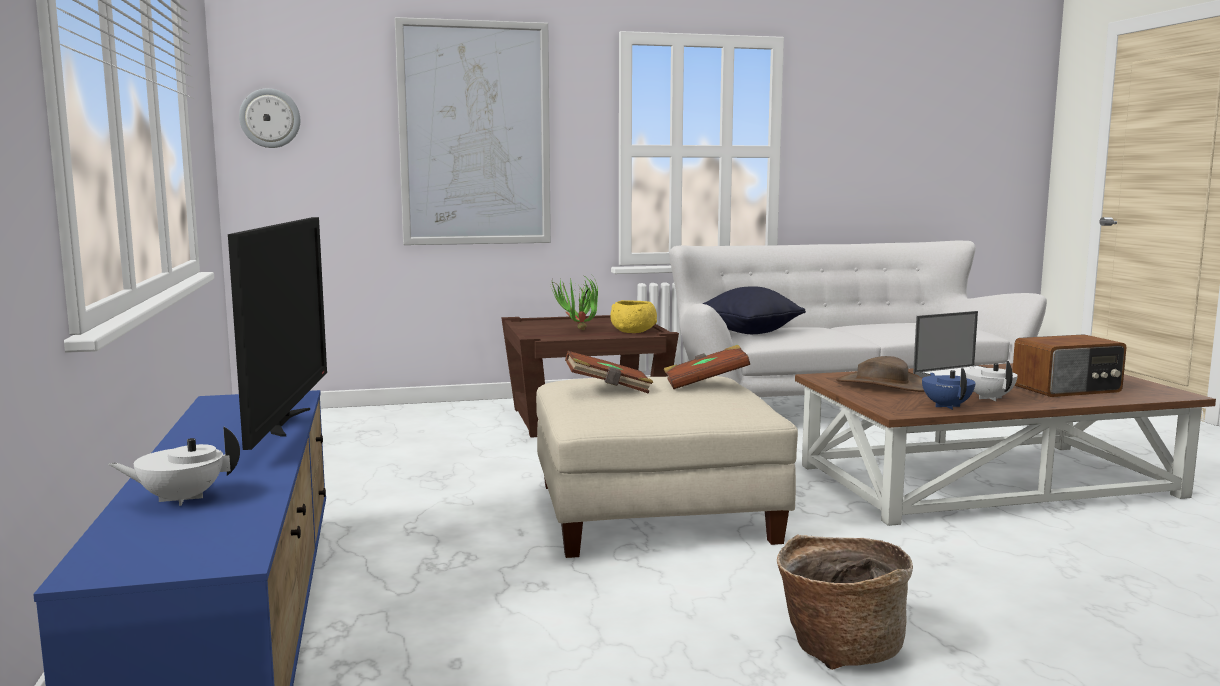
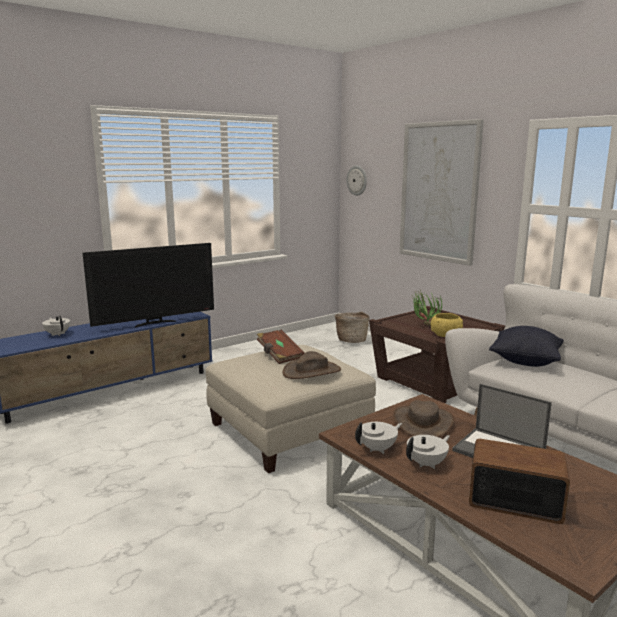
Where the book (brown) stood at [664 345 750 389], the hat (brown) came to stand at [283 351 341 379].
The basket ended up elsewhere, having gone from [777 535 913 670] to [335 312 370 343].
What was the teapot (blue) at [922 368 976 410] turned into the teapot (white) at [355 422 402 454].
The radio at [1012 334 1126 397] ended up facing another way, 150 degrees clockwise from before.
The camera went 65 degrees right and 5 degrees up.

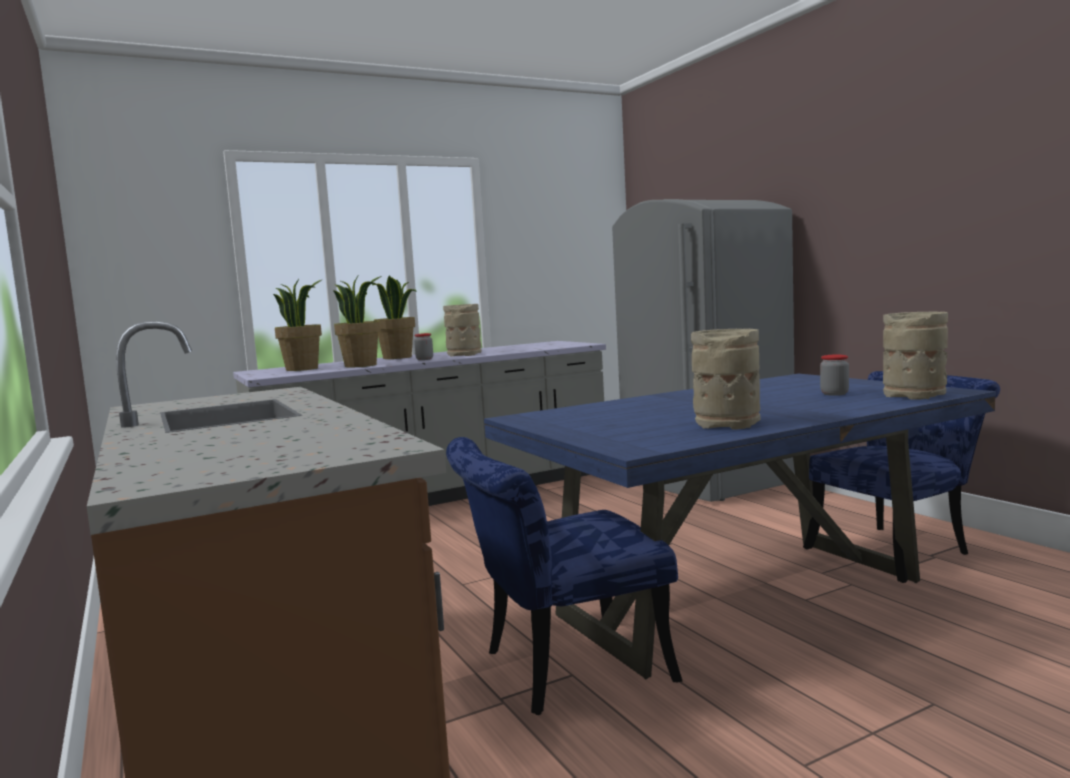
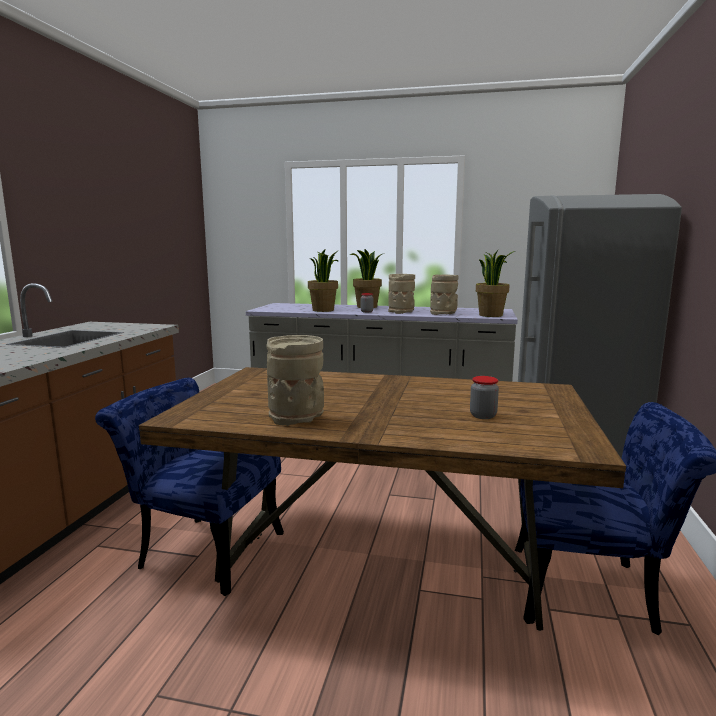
The potted plant ended up elsewhere, having gone from [273 279 322 371] to [476 249 515 317].
What was the dining table (blue) at [484 374 996 679] turned into the dining table (brown) at [139 367 626 631].
The vase (beige) ended up elsewhere, having gone from [883 312 948 400] to [430 275 459 315].
The camera went 40 degrees right and 5 degrees up.

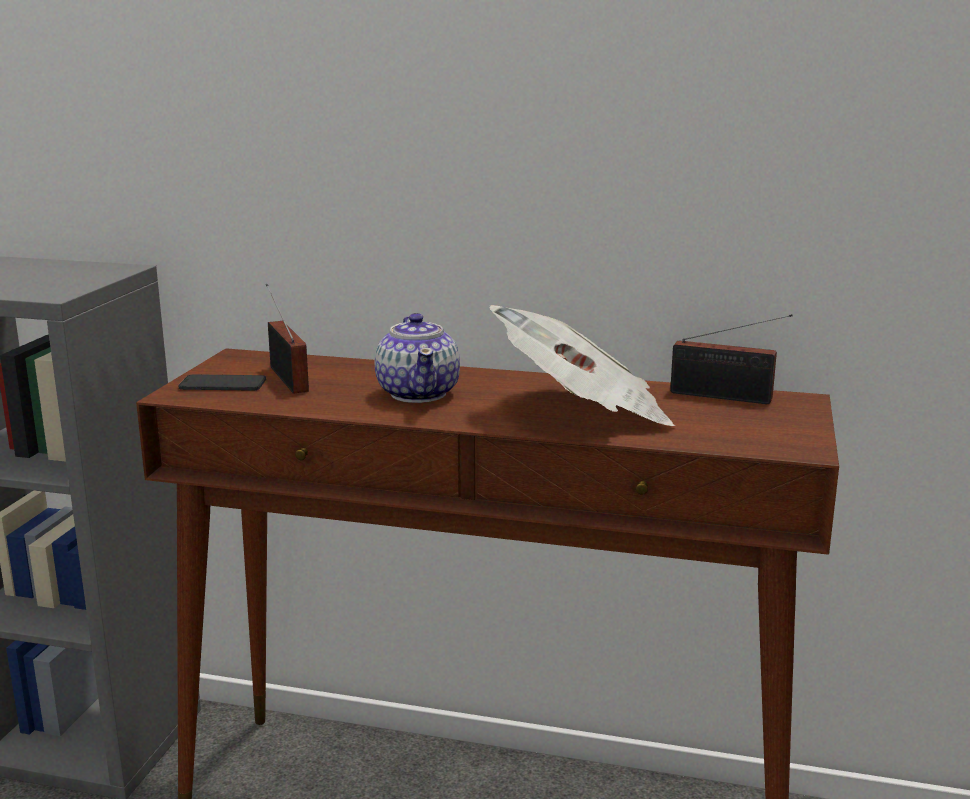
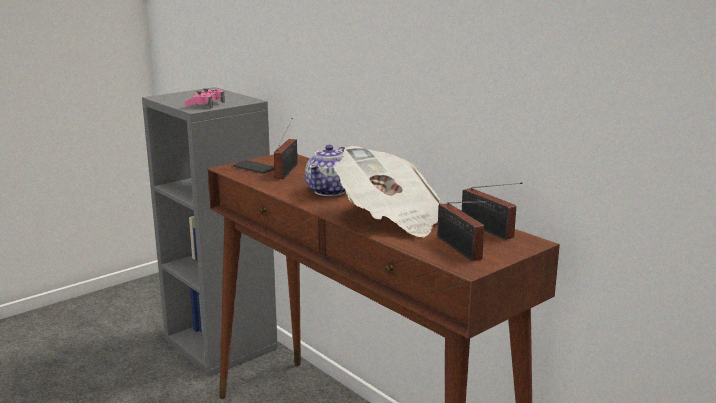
The second view gained the game controller (pink) at [185 88 225 108].
The second view gained the radio at [437 201 488 261].
The camera went 35 degrees right and 0 degrees up.

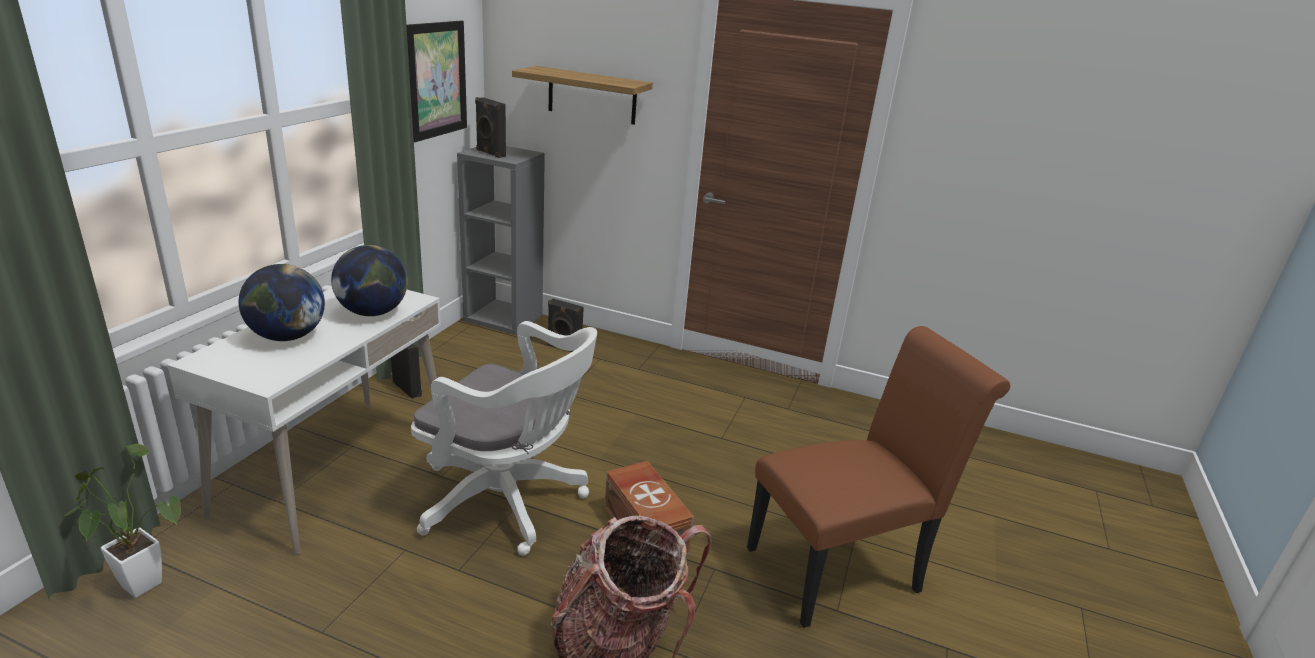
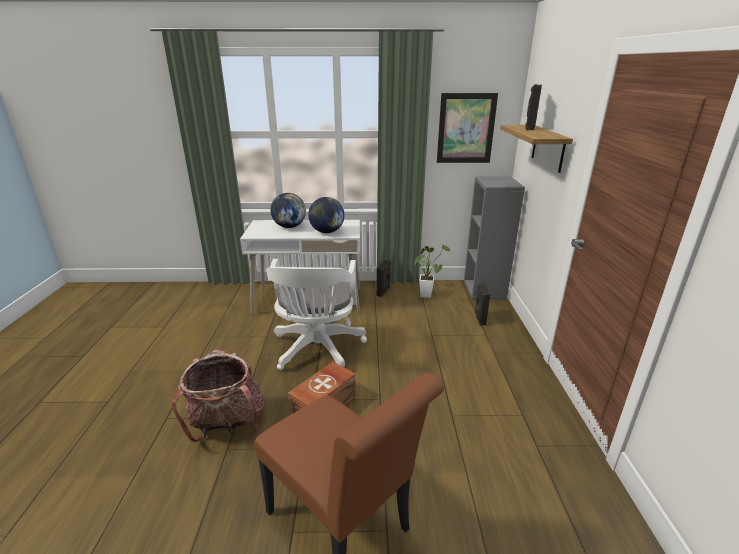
The potted plant ended up elsewhere, having gone from [63 444 181 598] to [414 244 450 298].
The speaker (black) ended up elsewhere, having gone from [475 97 506 158] to [525 84 542 130].
The camera went 70 degrees right and 0 degrees up.

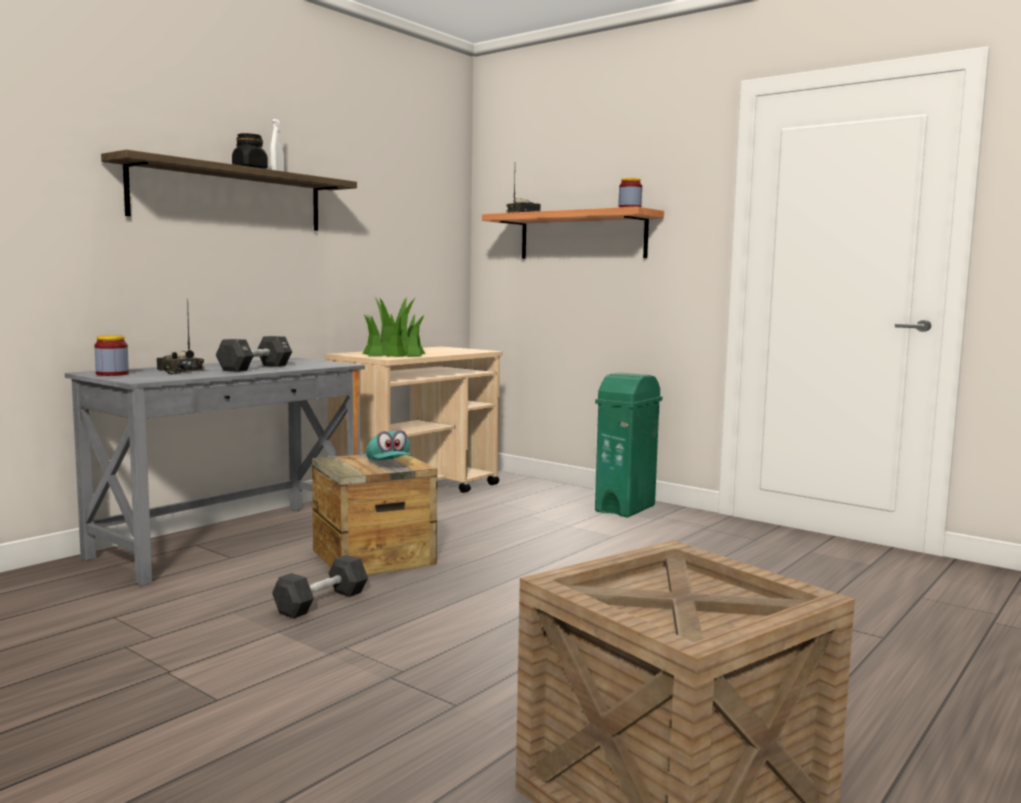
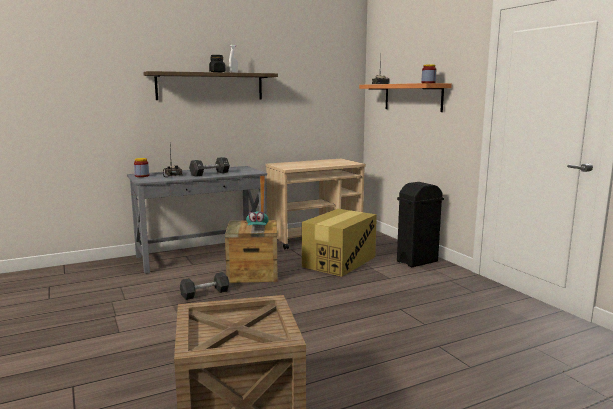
The second view lost the potted plant at [362 297 425 357].
What was the trash can (green) at [595 373 662 518] turned into the trash can (black) at [397 182 444 267].
The second view gained the cardboard box at [302 209 377 277].
The camera went 25 degrees right and 5 degrees up.

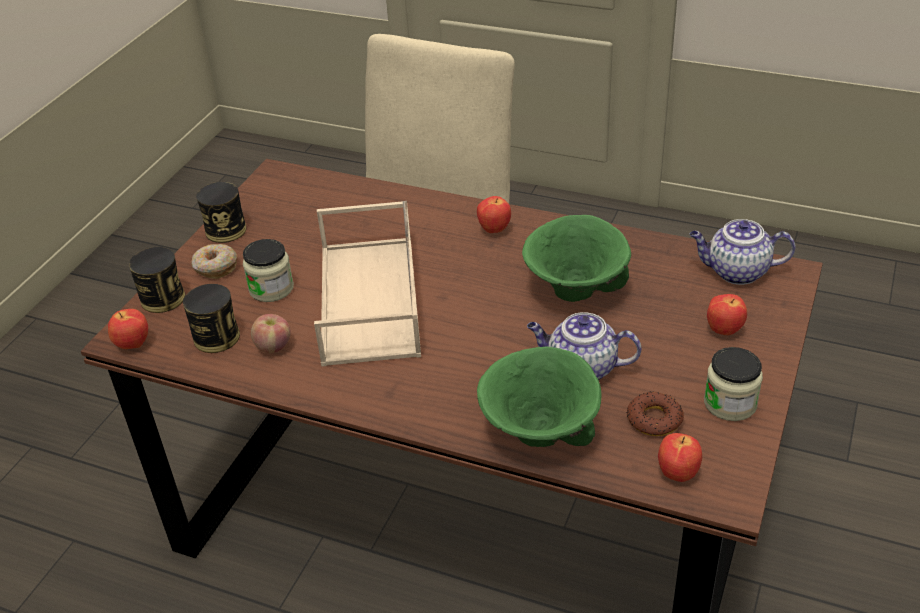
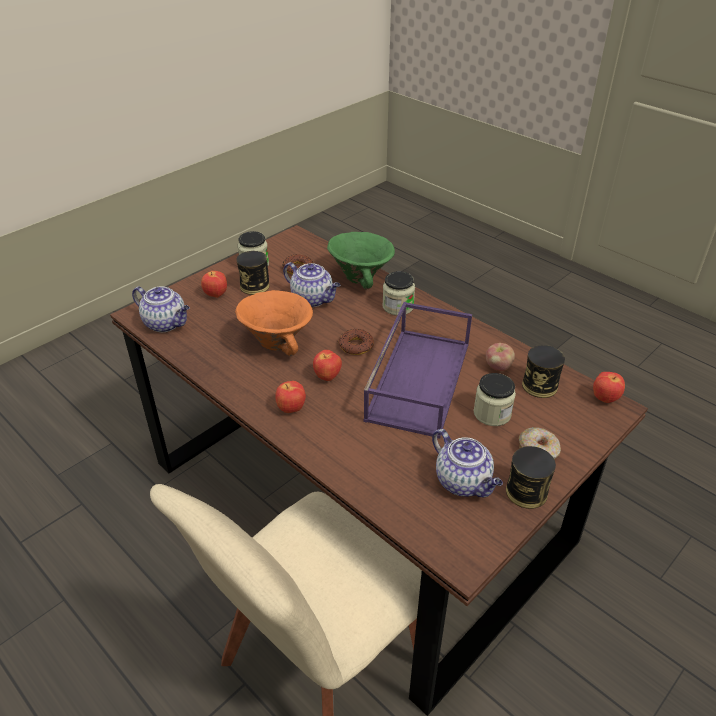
The can ended up elsewhere, having gone from [129 247 185 313] to [236 251 270 295].
What was the tray (beige) at [314 201 421 367] turned into the tray (purple) at [364 302 472 439].
What was the bowl (green) at [522 215 631 302] turned into the bowl (orange) at [235 290 313 356].
The apple ended up elsewhere, having gone from [658 433 702 482] to [313 350 342 381].
The second view gained the donut at [338 329 374 355].
The second view gained the jar at [382 271 415 316].
The second view gained the teapot at [432 429 503 497].
The camera went 160 degrees left and 0 degrees up.

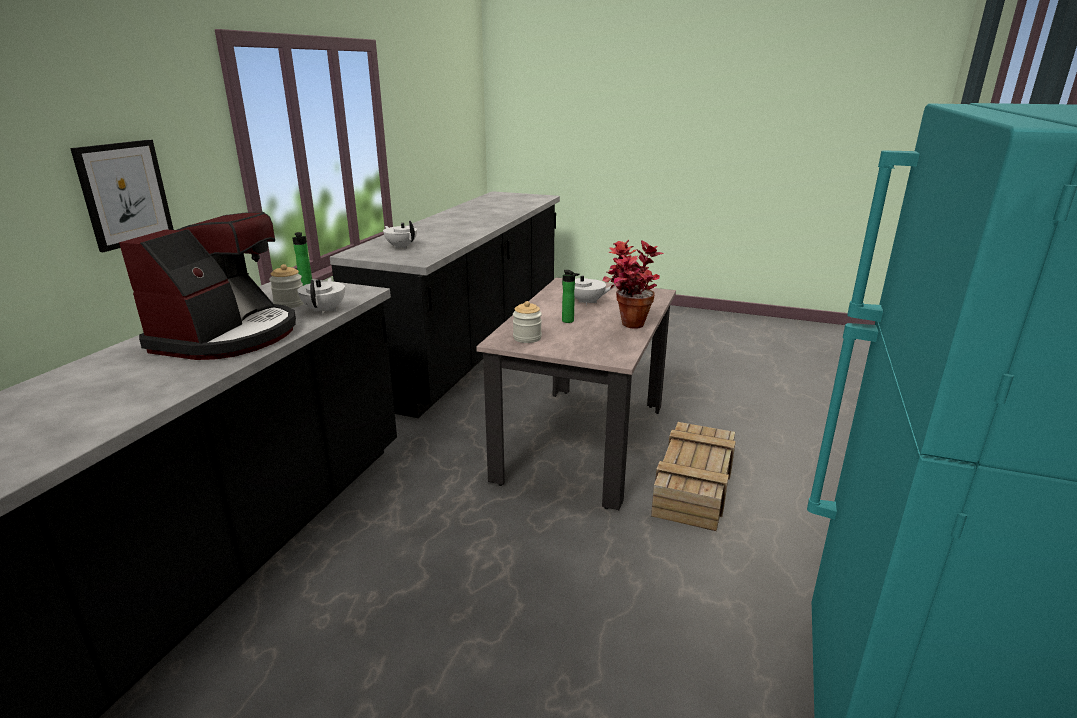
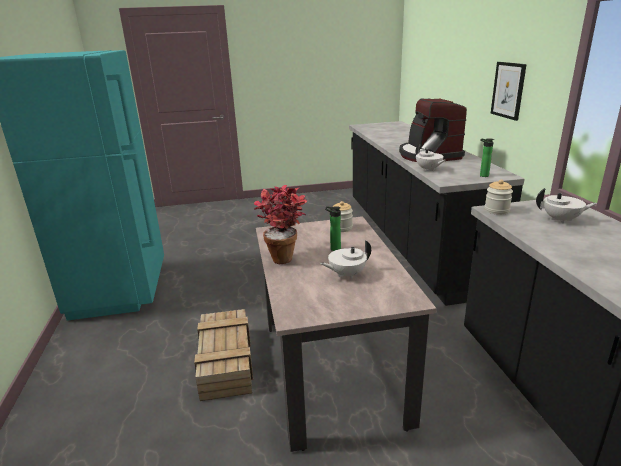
The jar ended up elsewhere, having gone from [269 264 304 308] to [485 180 513 215].
The camera went 150 degrees right and 0 degrees up.

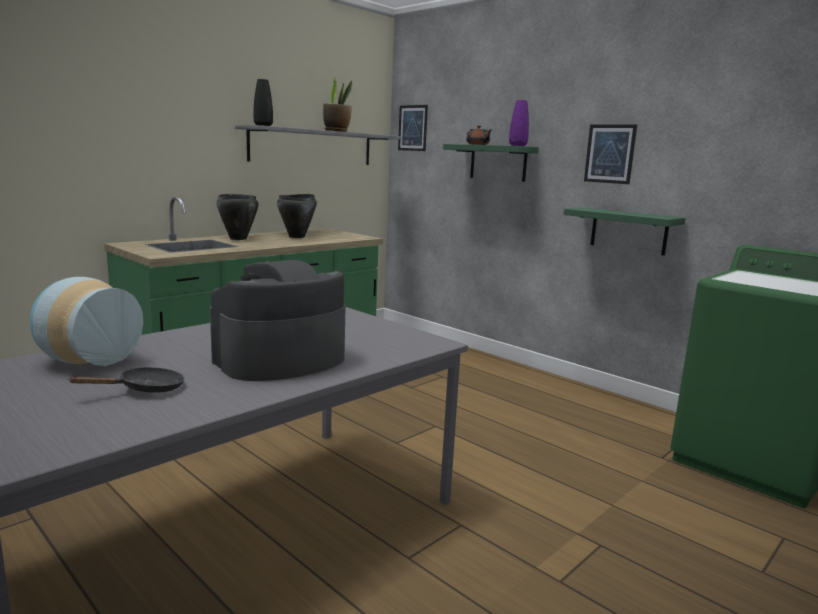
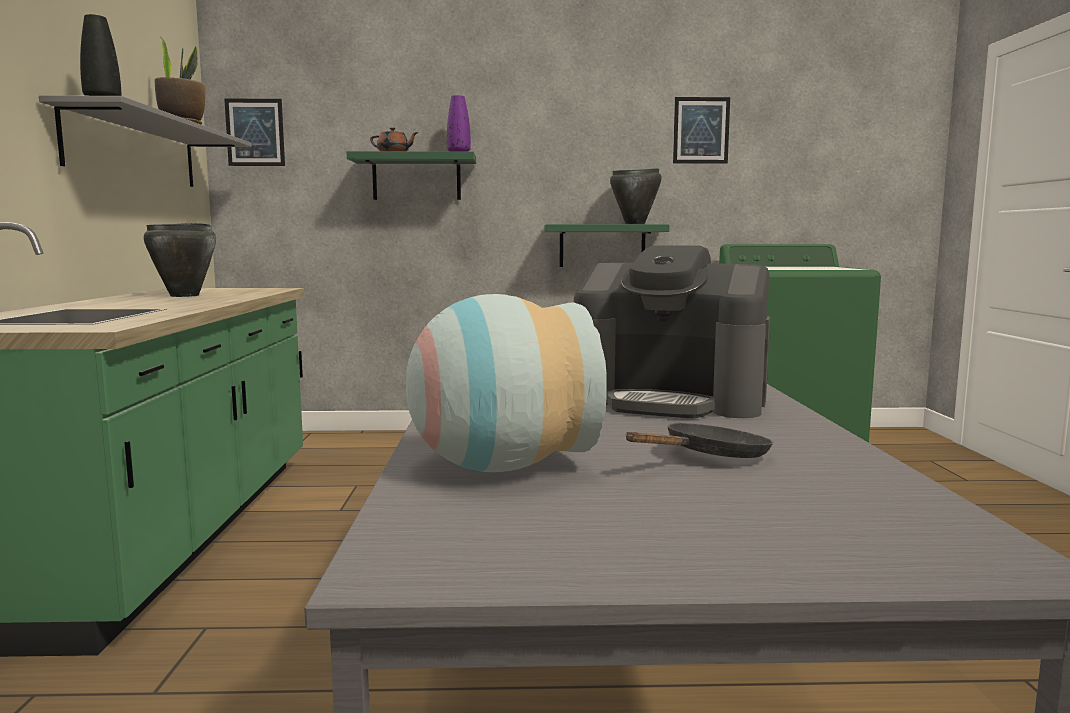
The frying pan (black) at [68 367 185 393] ended up facing another way, 45 degrees clockwise from before.
The coffee machine at [210 260 346 381] ended up facing another way, 75 degrees counterclockwise from before.
The cooking pot (black) ended up elsewhere, having gone from [216 194 259 240] to [610 169 662 224].
The picture ended up elsewhere, having gone from [584 124 637 184] to [673 97 730 164].
The camera went 45 degrees left and 5 degrees down.

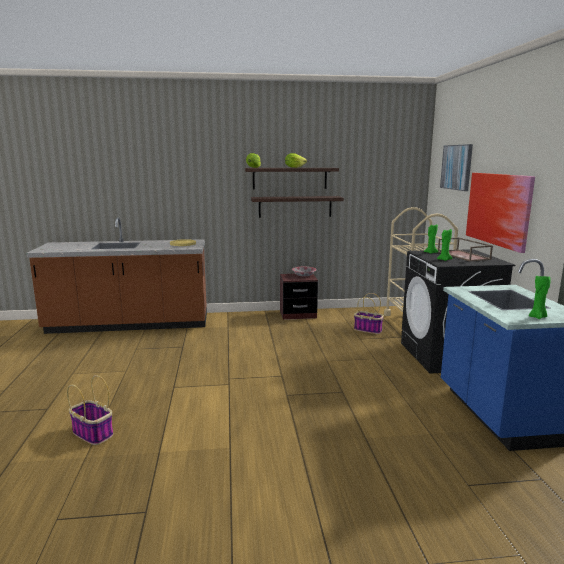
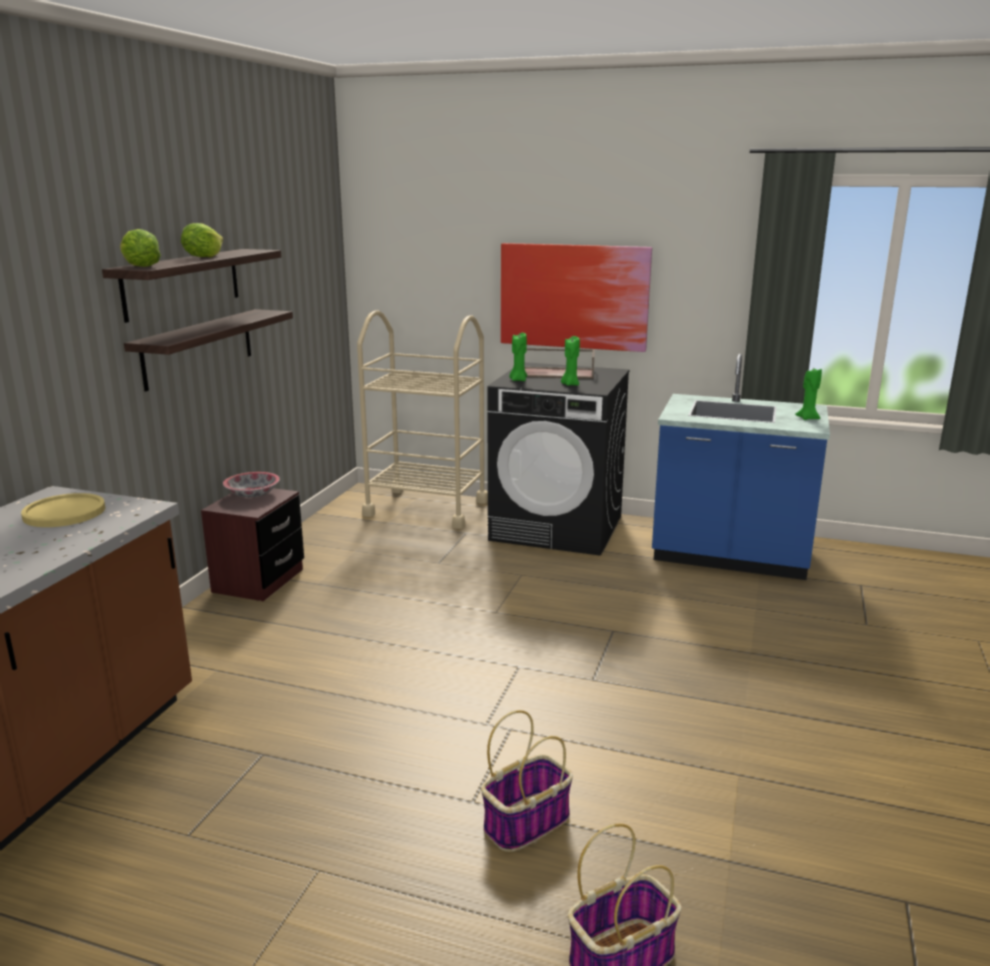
The basket ended up elsewhere, having gone from [354 293 384 334] to [481 710 573 852].
The second view lost the picture at [440 144 473 191].
The camera went 65 degrees left and 5 degrees up.

